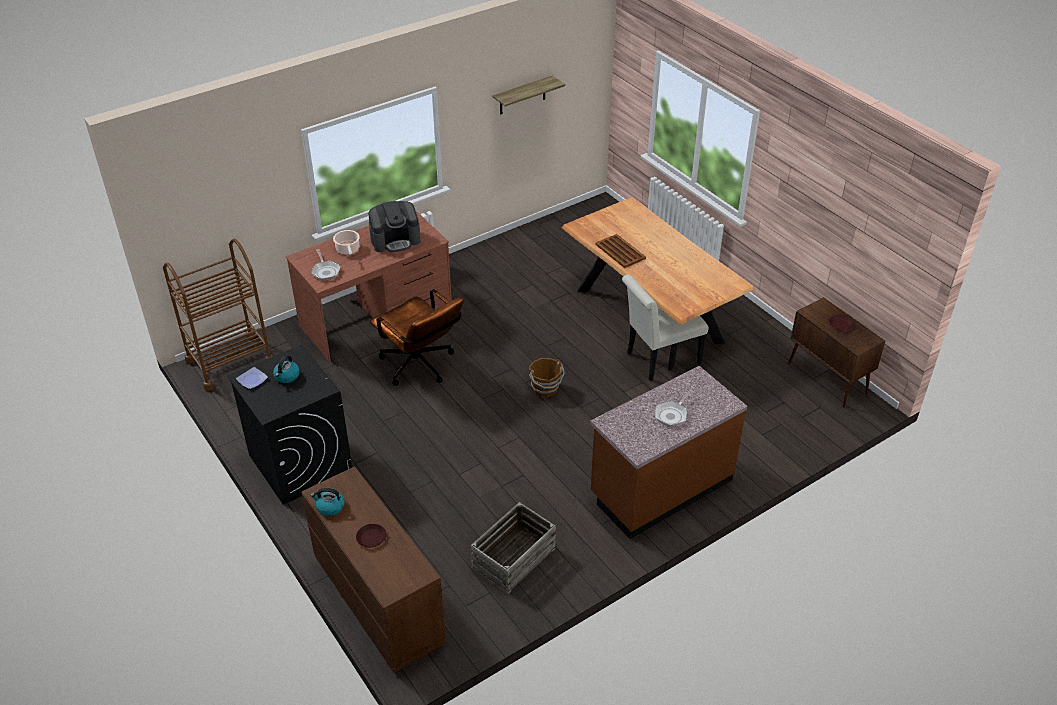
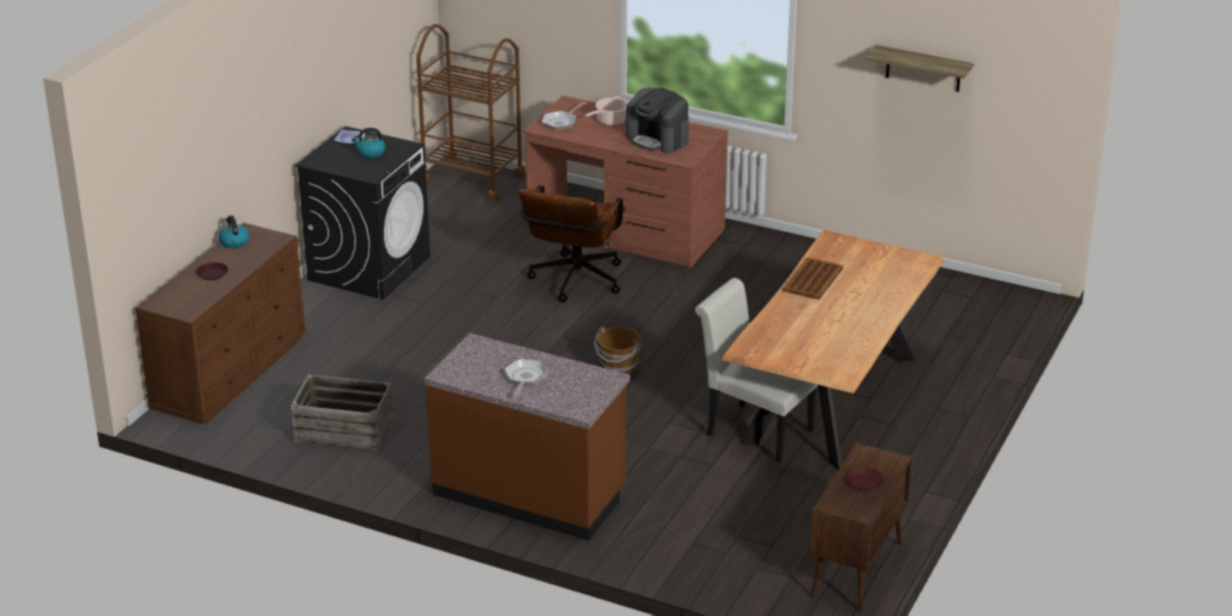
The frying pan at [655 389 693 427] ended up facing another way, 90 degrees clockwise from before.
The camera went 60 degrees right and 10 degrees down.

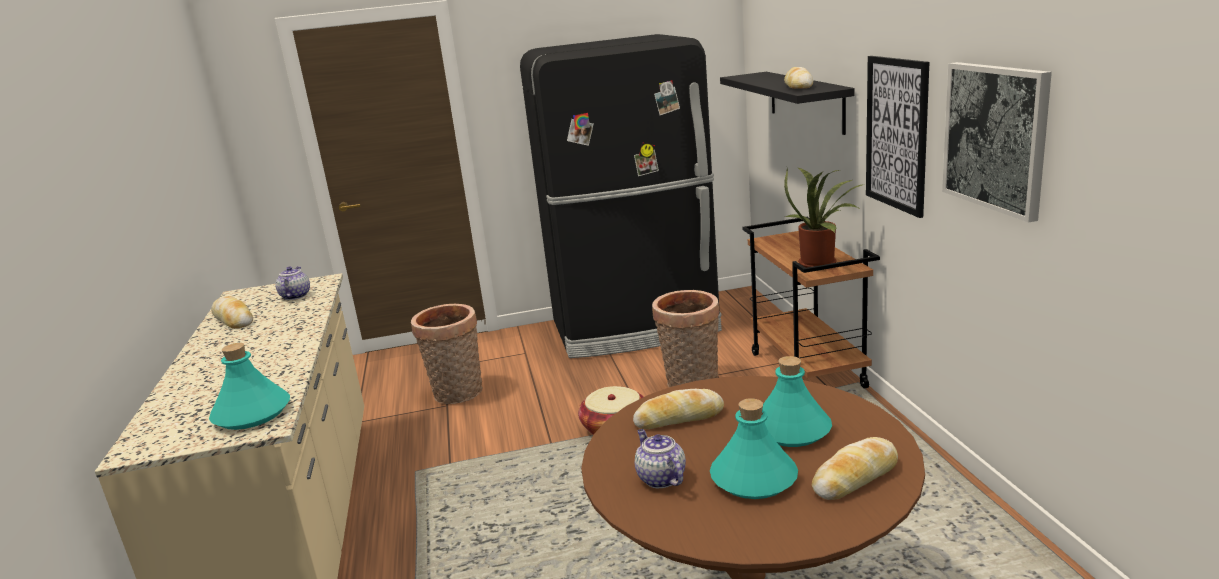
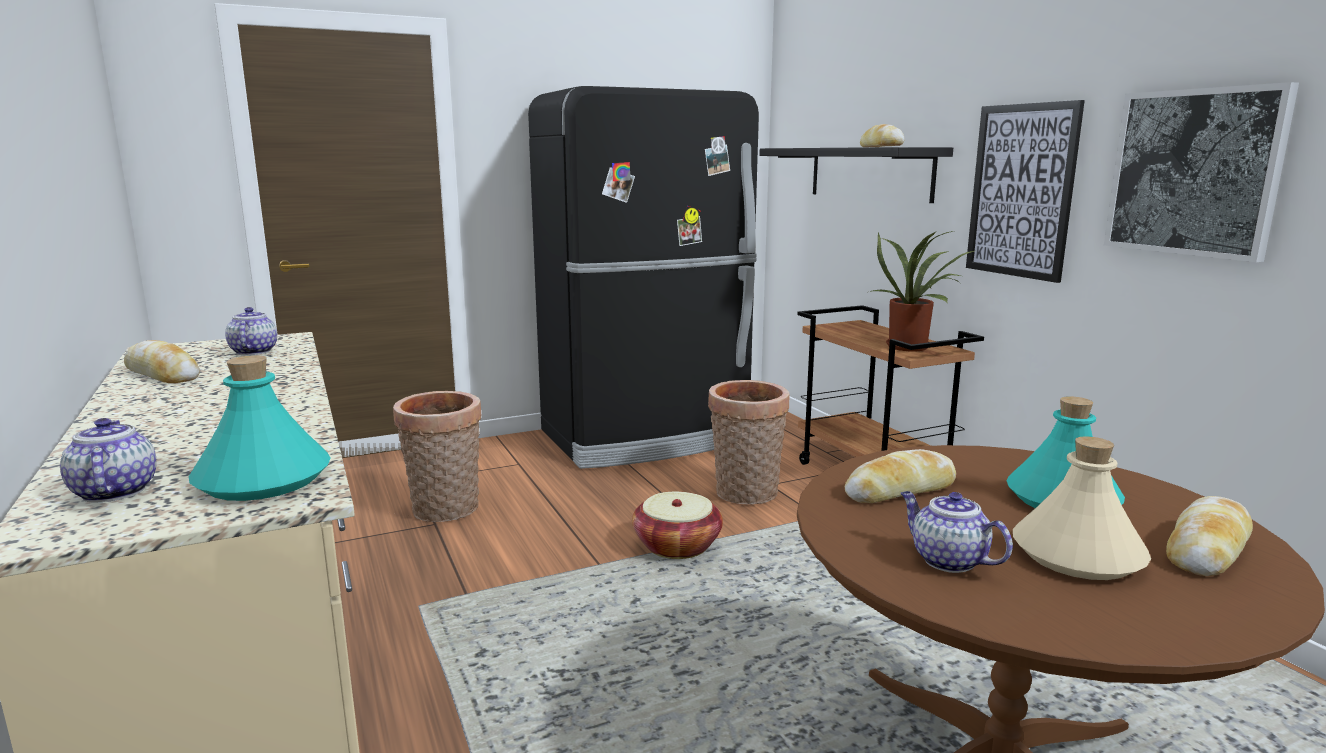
What was the bottle (turquoise) at [710 398 798 499] turned into the bottle (beige) at [1013 436 1151 580].
The second view gained the teapot at [60 418 156 502].
The camera went 15 degrees left and 5 degrees down.

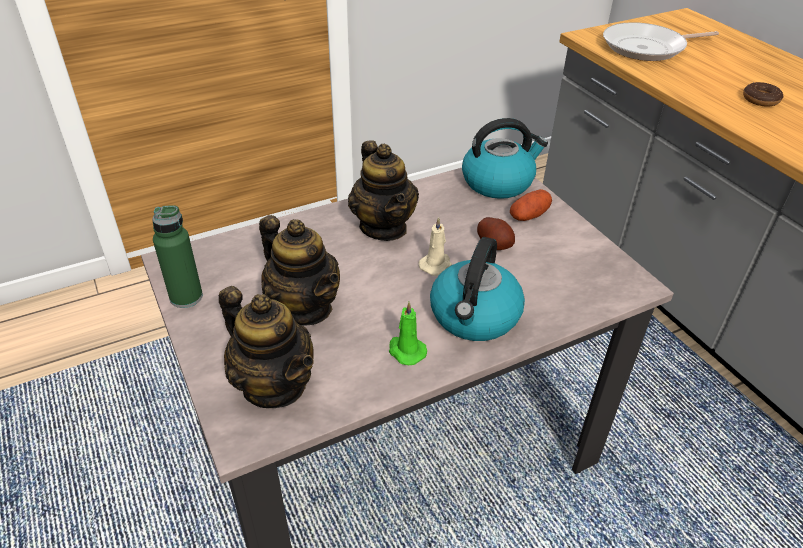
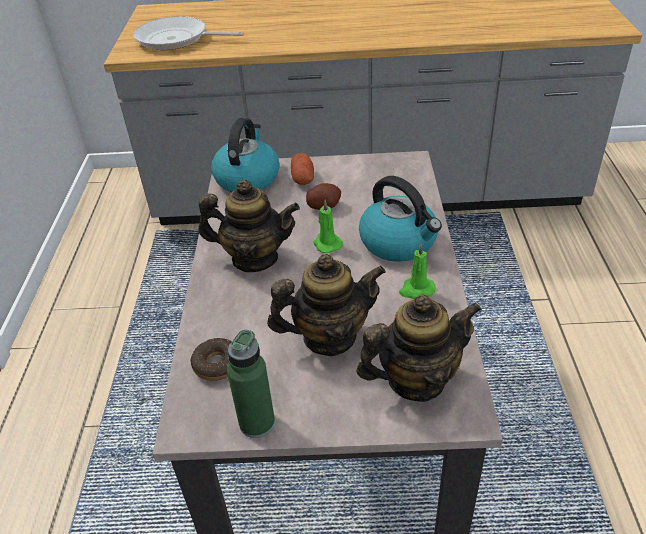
What was the candle (beige) at [418 217 452 276] turned into the candle (green) at [313 200 343 253].
The frying pan at [603 22 719 61] ended up facing another way, 90 degrees clockwise from before.
The donut ended up elsewhere, having gone from [743 82 783 107] to [191 338 232 381].
The camera went 60 degrees left and 0 degrees up.

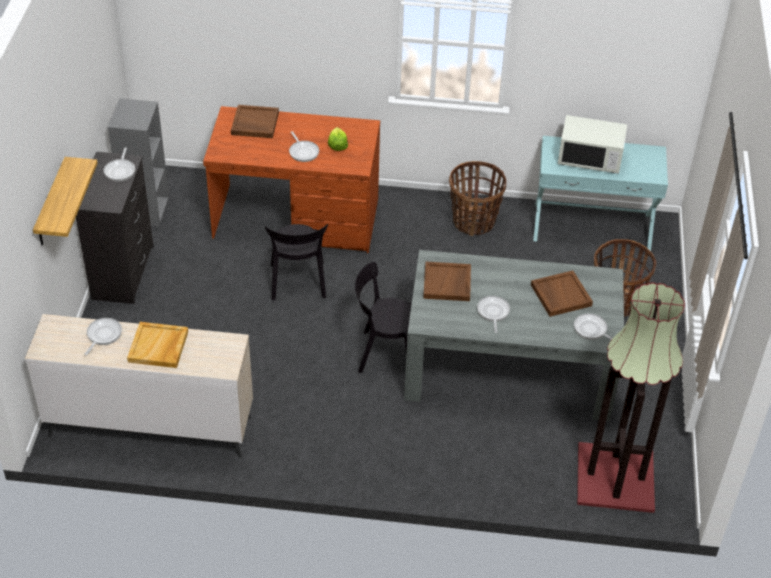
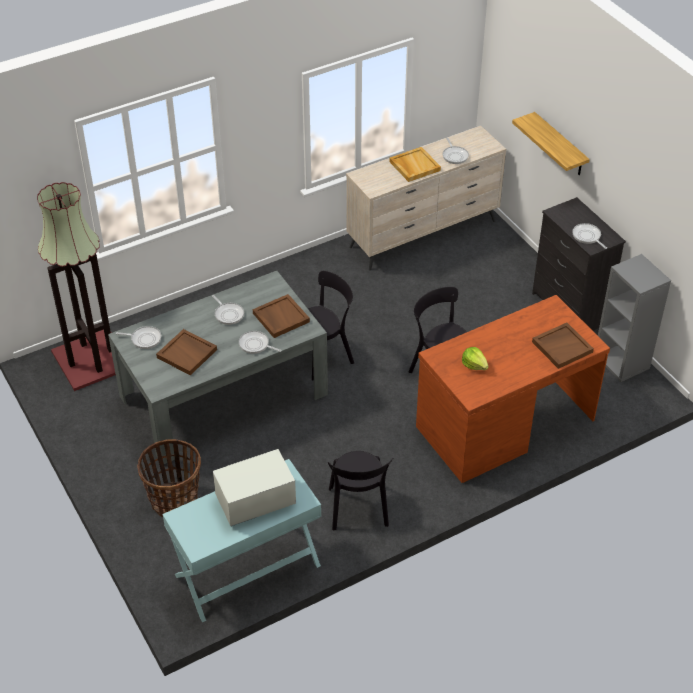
The frying pan ended up elsewhere, having gone from [289 131 319 162] to [239 331 282 354].
Where the basket stood at [449 161 506 236], the chair (black) came to stand at [328 451 393 530].
The camera went 145 degrees right and 0 degrees up.

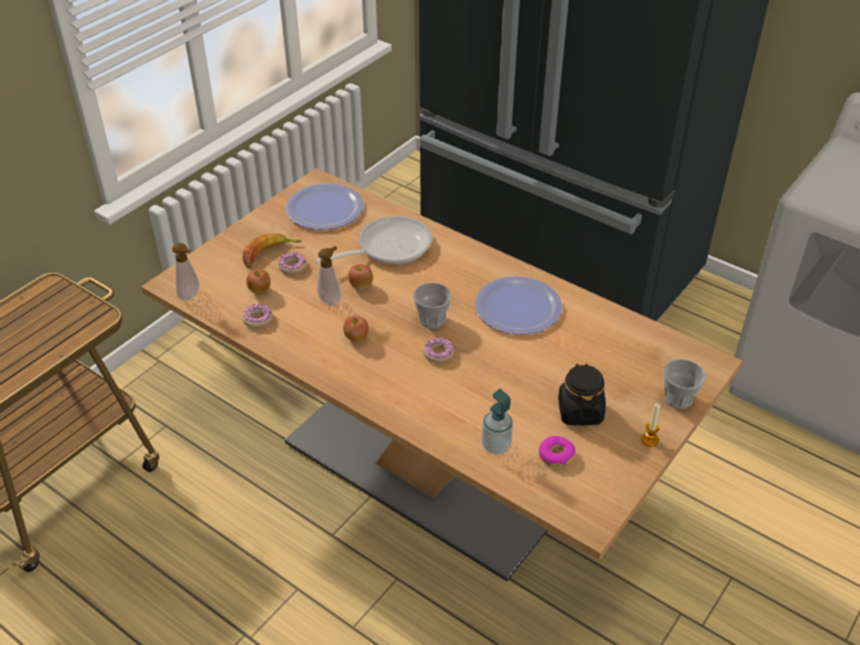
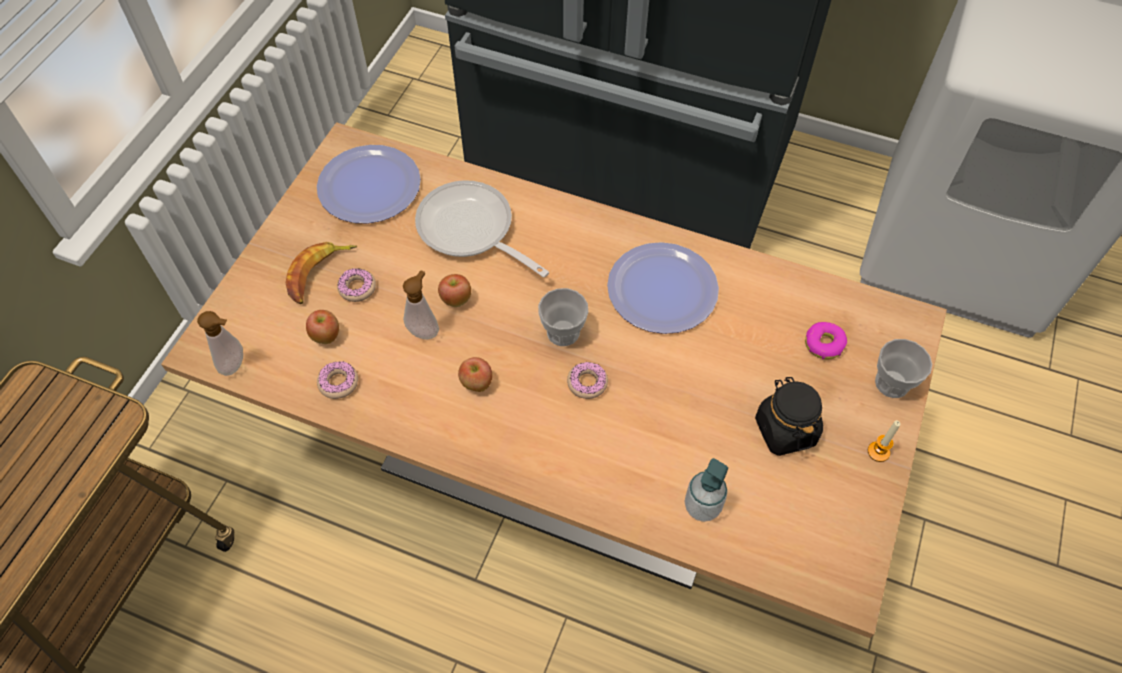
The frying pan at [316 216 432 264] ended up facing another way, 90 degrees counterclockwise from before.
The donut ended up elsewhere, having gone from [539 436 576 467] to [805 322 847 360].
The camera went 15 degrees left and 15 degrees up.

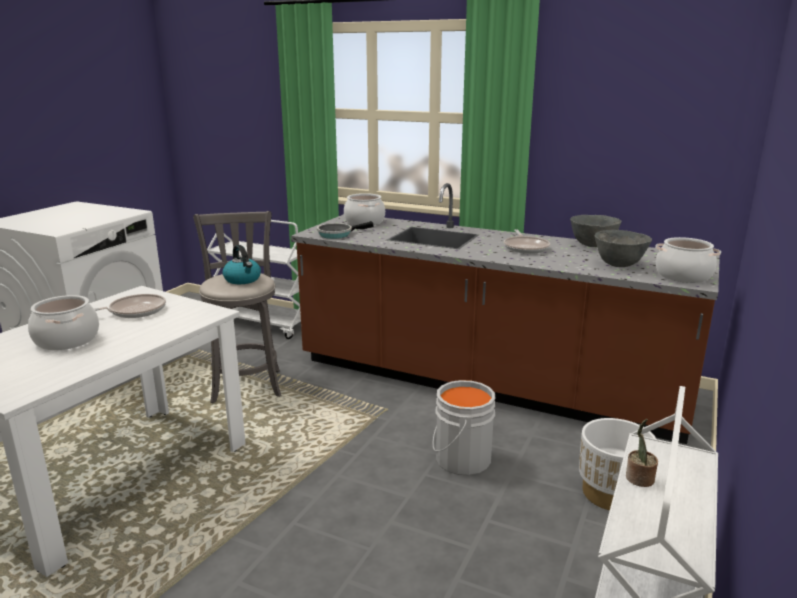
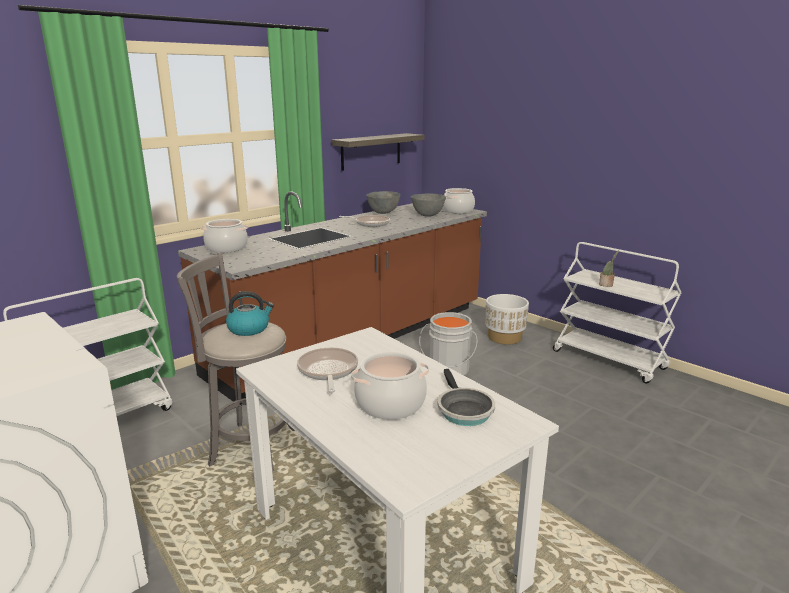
The frying pan ended up elsewhere, having gone from [317 221 373 239] to [437 369 495 426].
The second view gained the shelf at [331 133 425 171].
The camera went 70 degrees left and 0 degrees up.

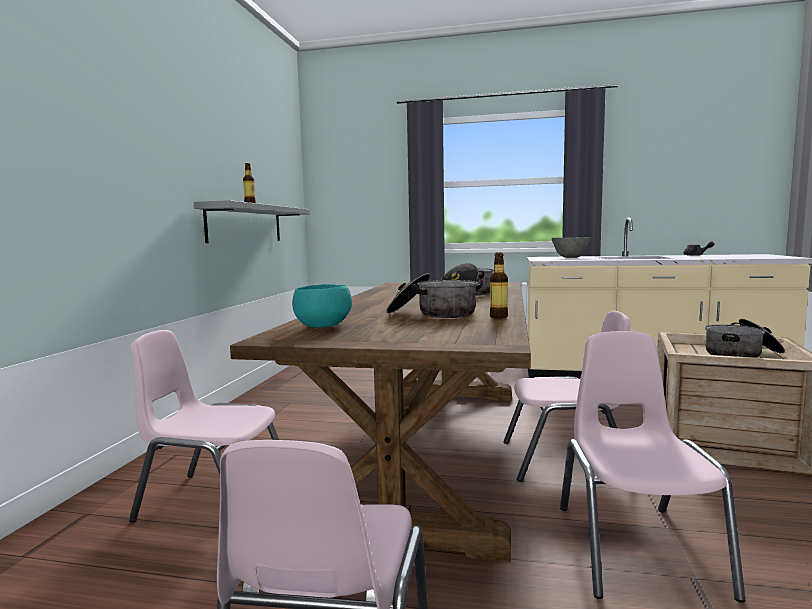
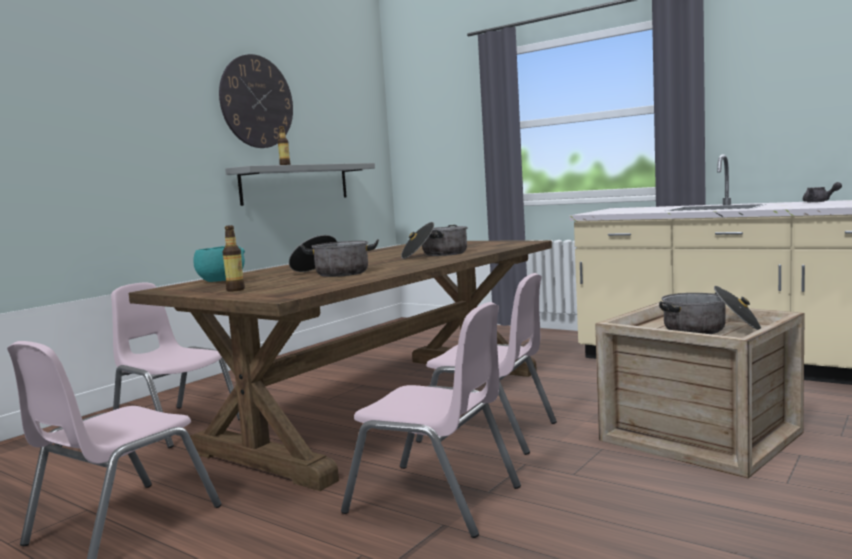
The bottle ended up elsewhere, having gone from [490 252 508 319] to [222 225 245 291].
The second view lost the bowl (grey) at [552 237 591 258].
The chair (pink) at [560 331 746 603] ended up facing another way, 90 degrees clockwise from before.
The second view gained the wall clock at [219 54 293 148].
The camera went 25 degrees right and 0 degrees up.

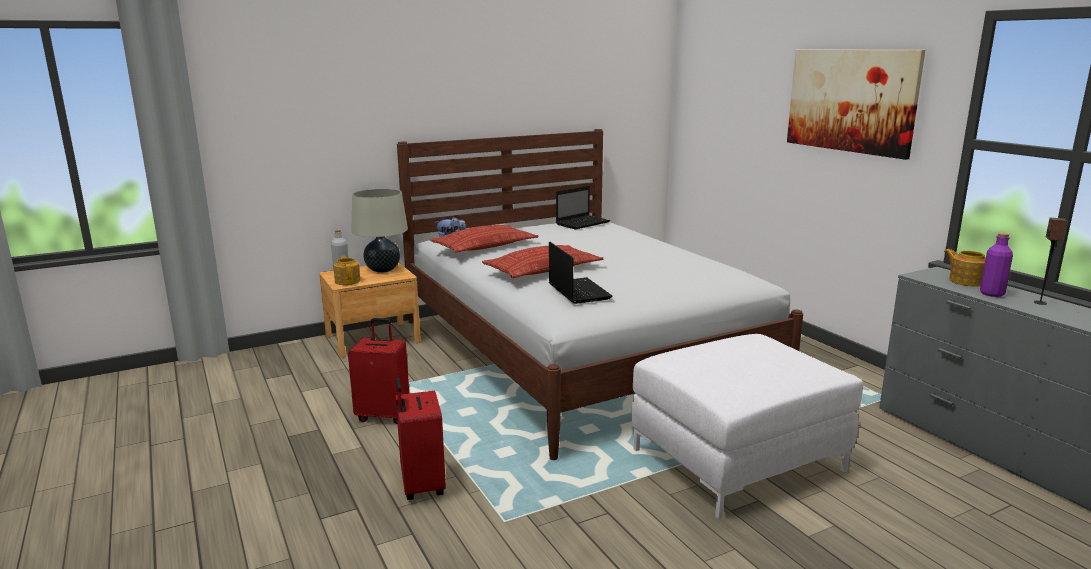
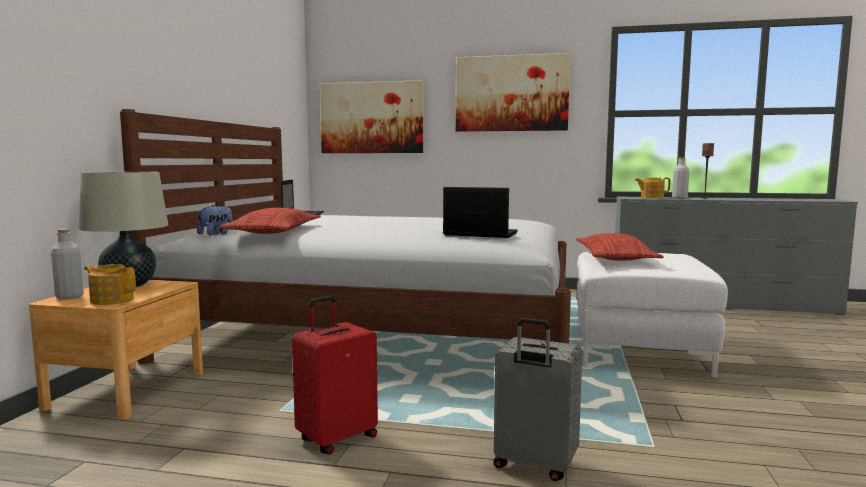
What was the suitcase (red) at [396 377 446 500] turned into the suitcase (grey) at [493 318 583 481].
The pillow ended up elsewhere, having gone from [482 245 603 278] to [576 233 664 261].
What was the bottle (purple) at [980 233 1013 297] turned into the bottle (grey) at [672 157 689 199].
The second view gained the picture at [320 80 423 153].
The camera went 50 degrees left and 10 degrees down.

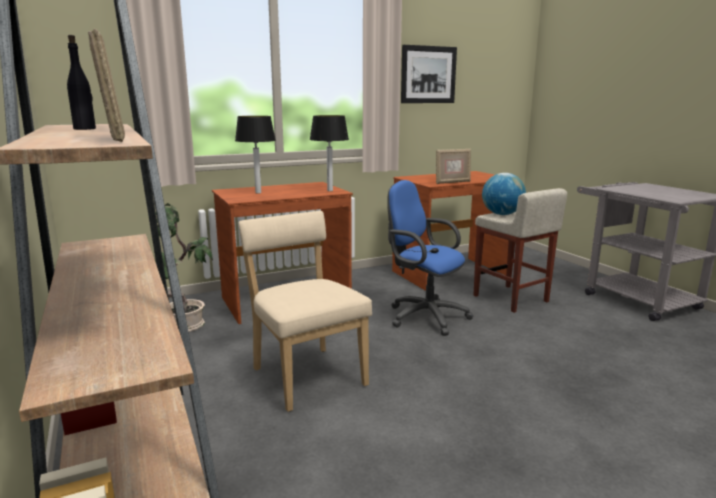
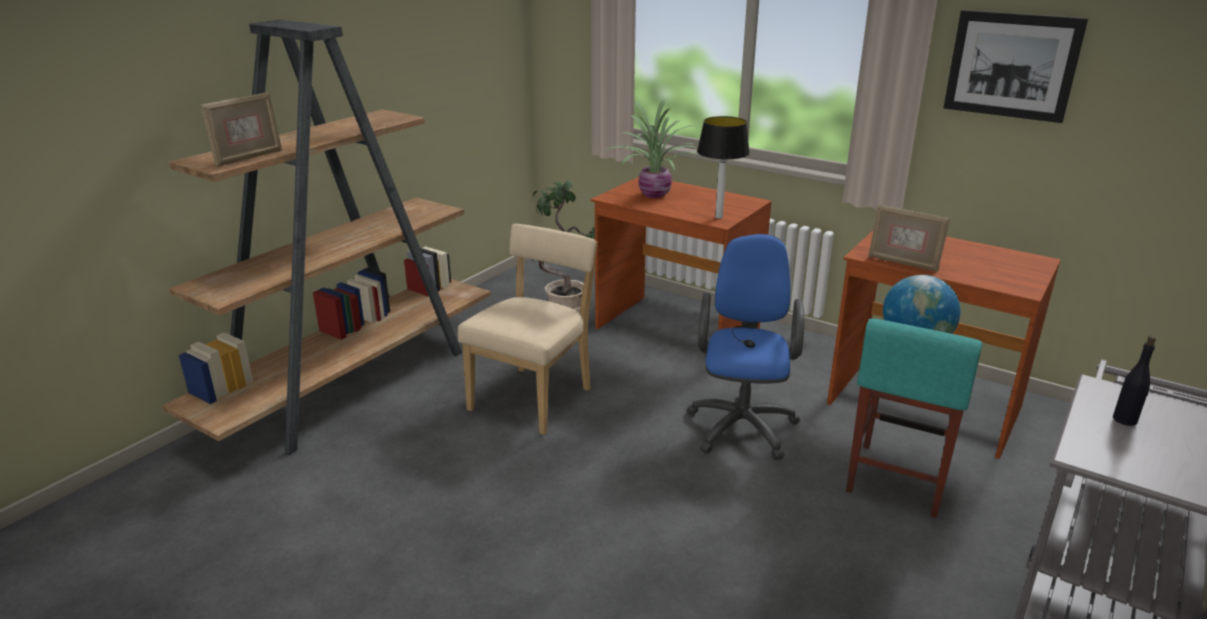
The bottle (black) ended up elsewhere, having gone from [67 35 96 130] to [1113 336 1156 426].
Where the table lamp stood at [235 116 276 194], the potted plant came to stand at [605 100 699 198].
What was the stool (beige) at [474 188 567 313] turned into the stool (turquoise) at [846 319 982 518].
The camera went 60 degrees right and 10 degrees up.

